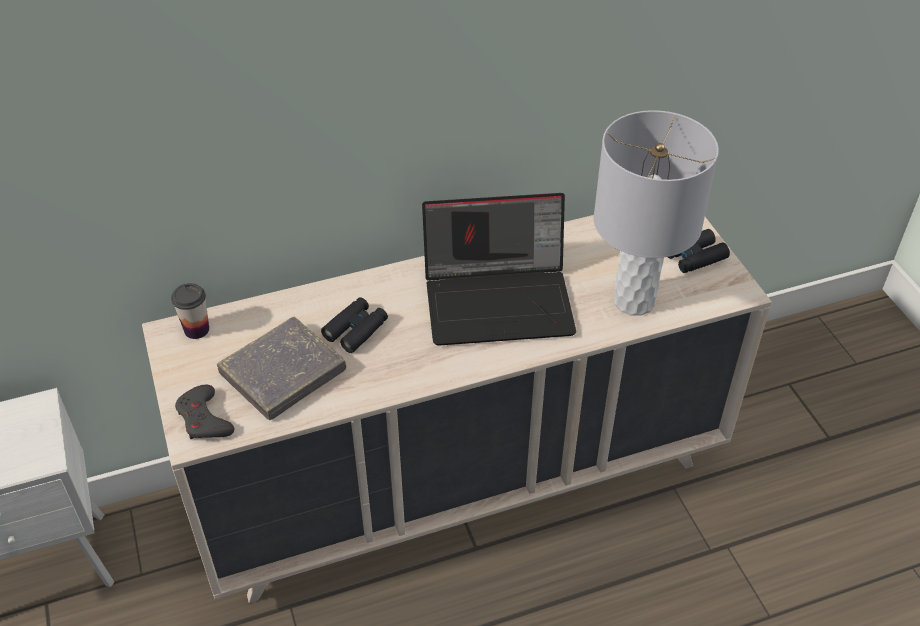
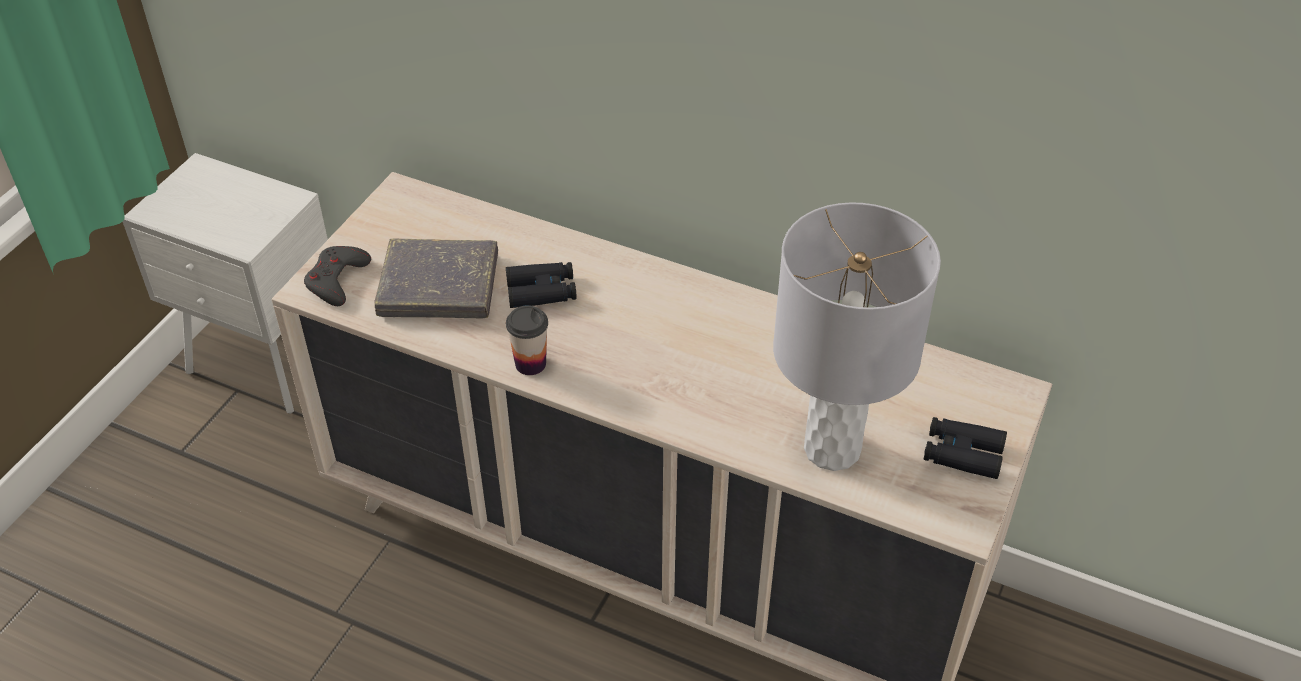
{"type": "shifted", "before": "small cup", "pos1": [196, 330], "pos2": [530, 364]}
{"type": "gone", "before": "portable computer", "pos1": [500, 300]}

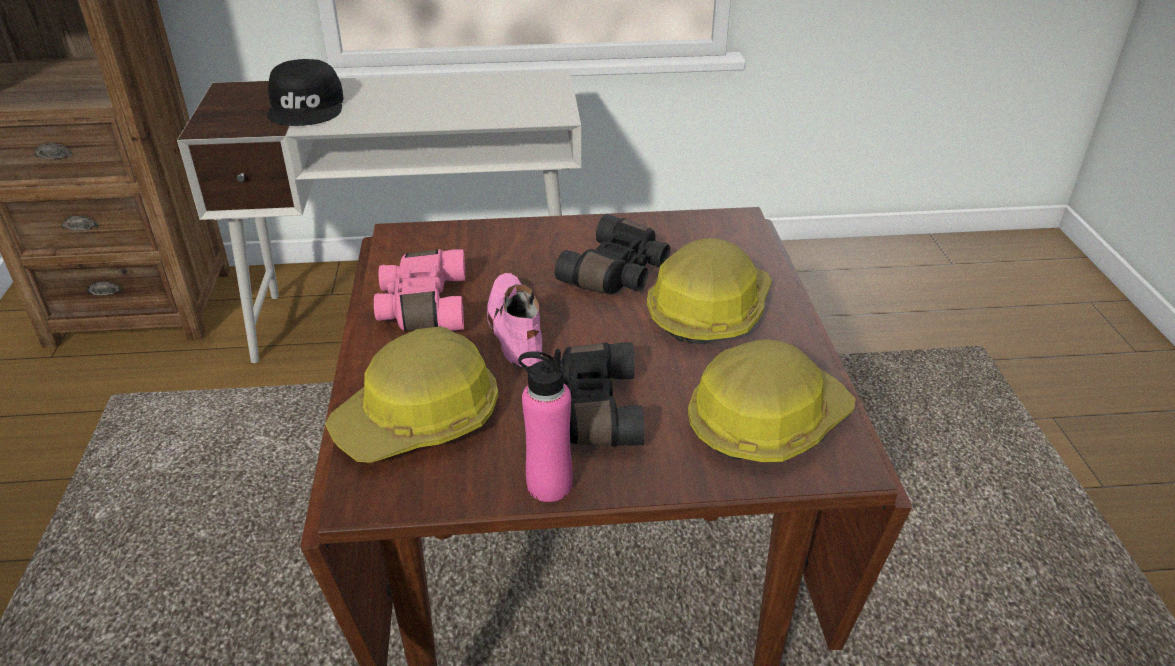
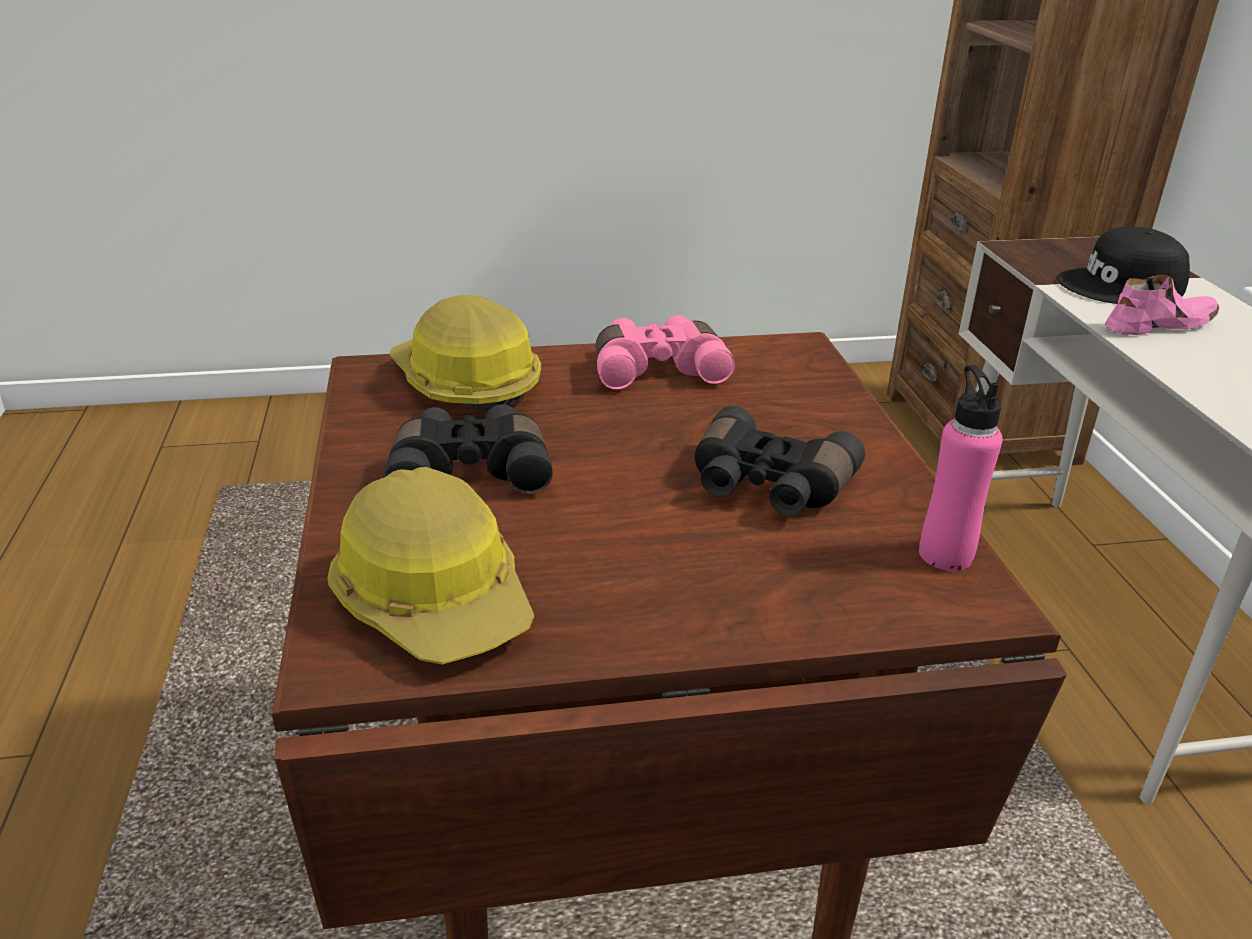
{"type": "shifted", "before": "pinkish bottle", "pos1": [549, 485], "pos2": [945, 554]}
{"type": "shifted", "before": "pinkish low shoe", "pos1": [514, 328], "pos2": [1157, 325]}
{"type": "gone", "before": "hard hat", "pos1": [708, 310]}

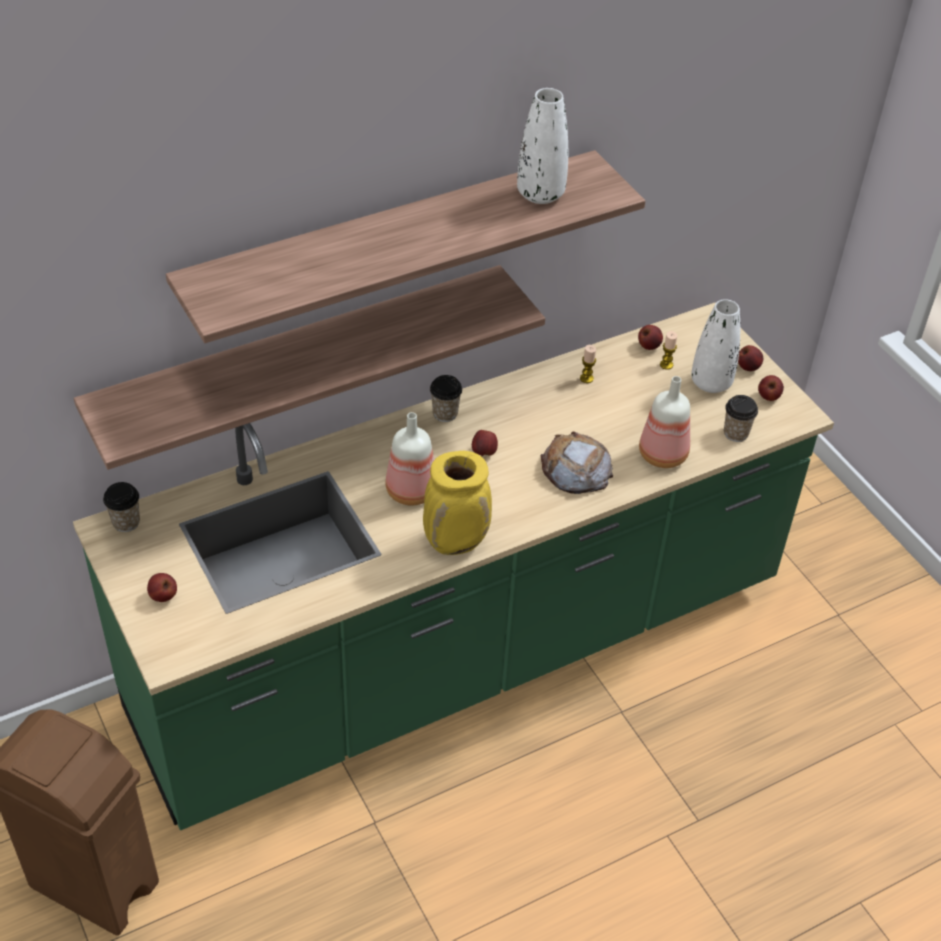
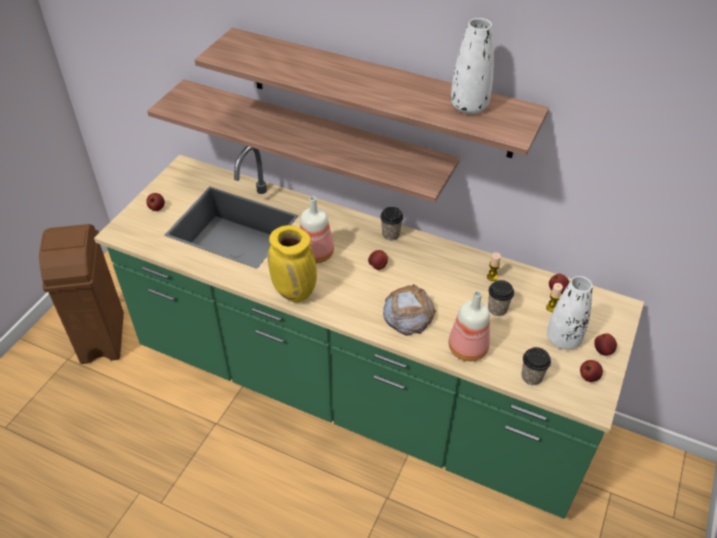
{"type": "shifted", "before": "small cup", "pos1": [126, 522], "pos2": [497, 309]}

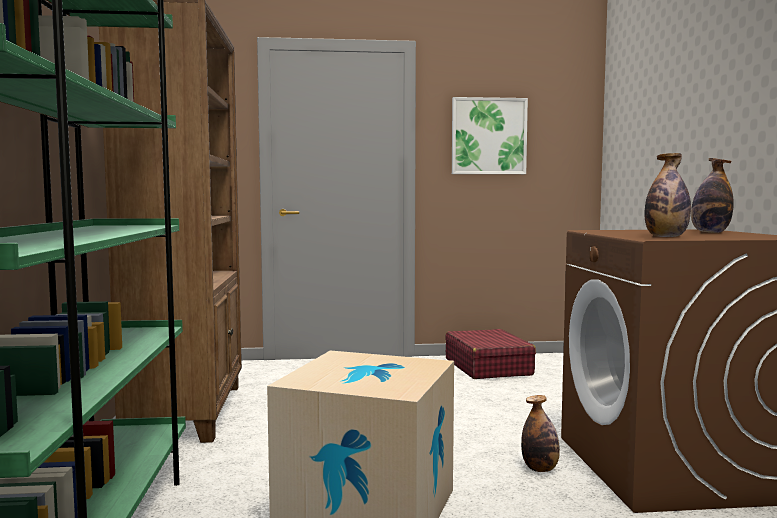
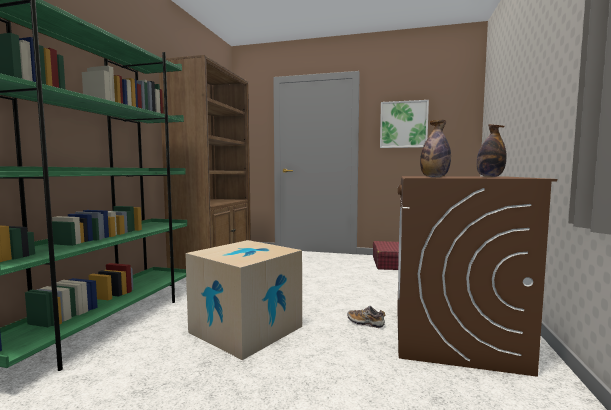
{"type": "swapped", "before": "bottle", "after": "low shoe", "pos1": [540, 469], "pos2": [365, 323]}

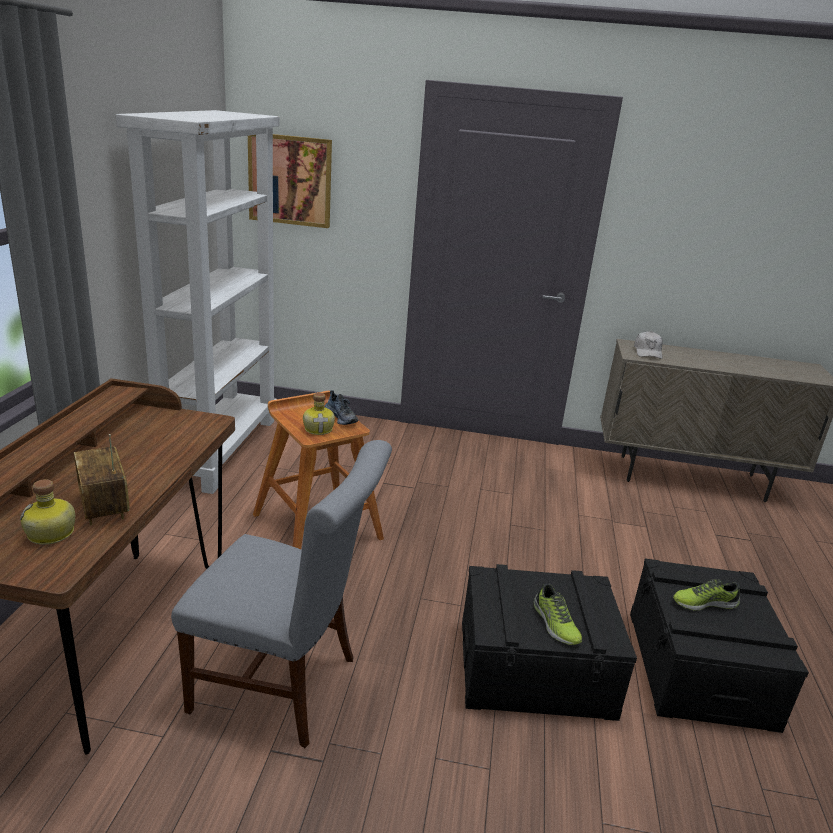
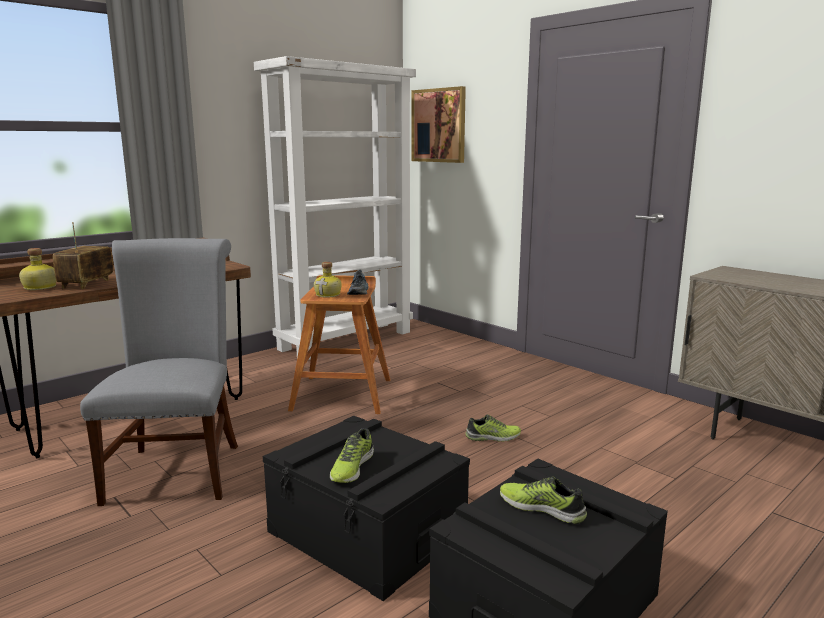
{"type": "rotated", "before": "gray chair", "pos1": [285, 685], "pos2": [177, 468], "turn": -150}
{"type": "new", "after": "low shoe", "pos2": [493, 437]}
{"type": "gone", "before": "whitish peaked cap", "pos1": [647, 352]}

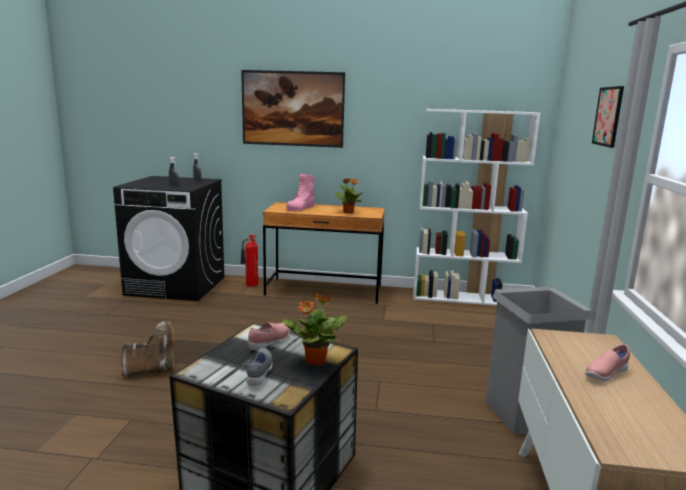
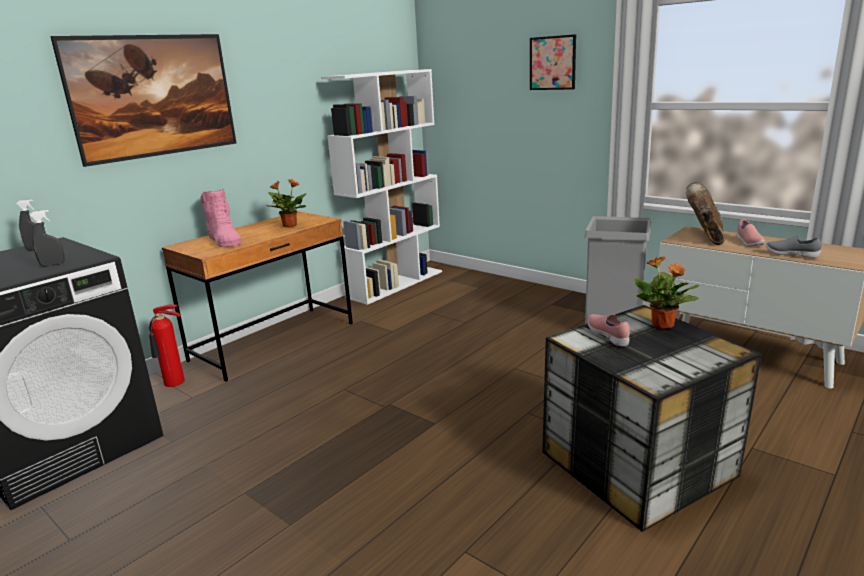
{"type": "shifted", "before": "brown-coloured high-top boot", "pos1": [152, 370], "pos2": [705, 237]}
{"type": "shifted", "before": "gray low shoe", "pos1": [260, 373], "pos2": [791, 255]}

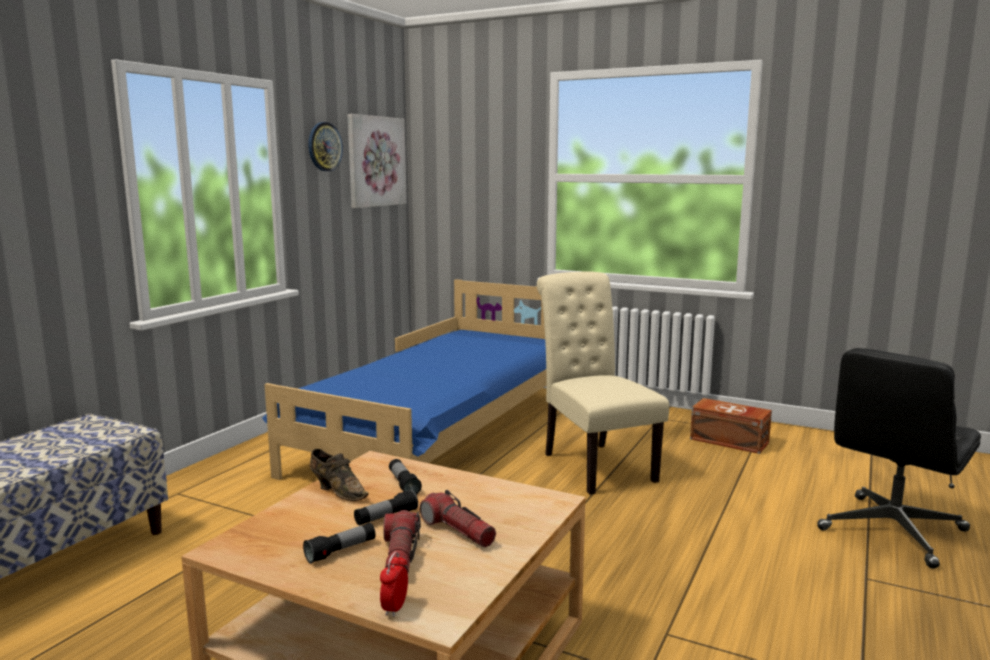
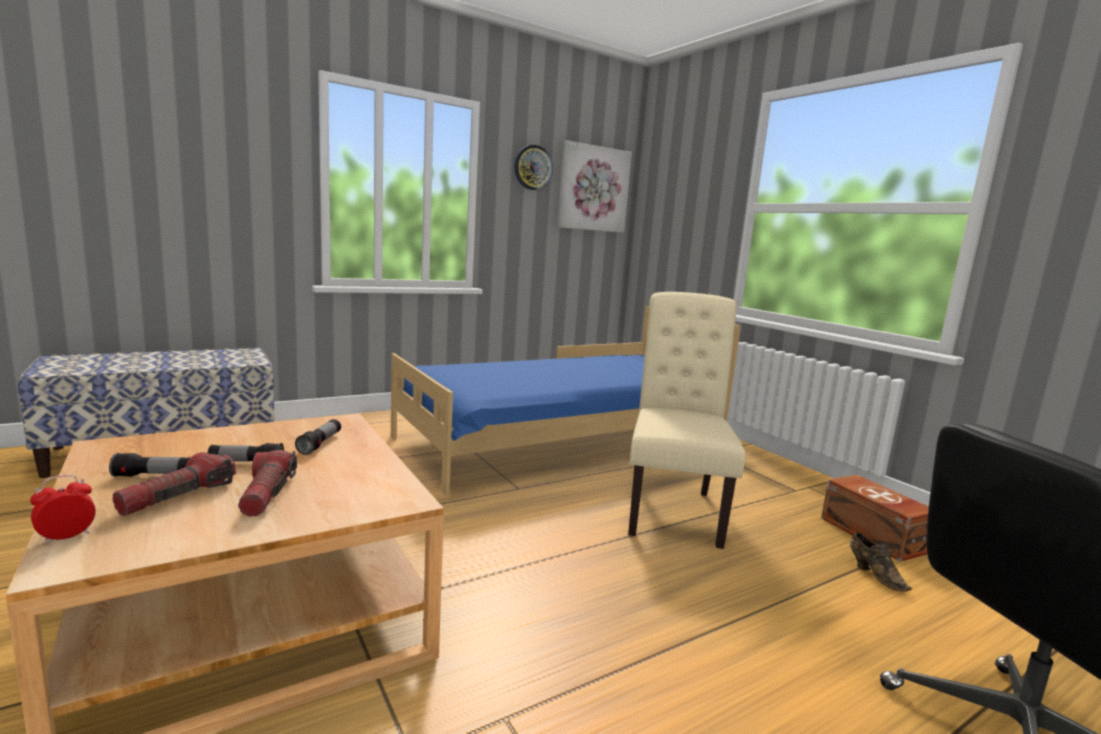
{"type": "shifted", "before": "brown-coloured low shoe", "pos1": [338, 491], "pos2": [875, 574]}

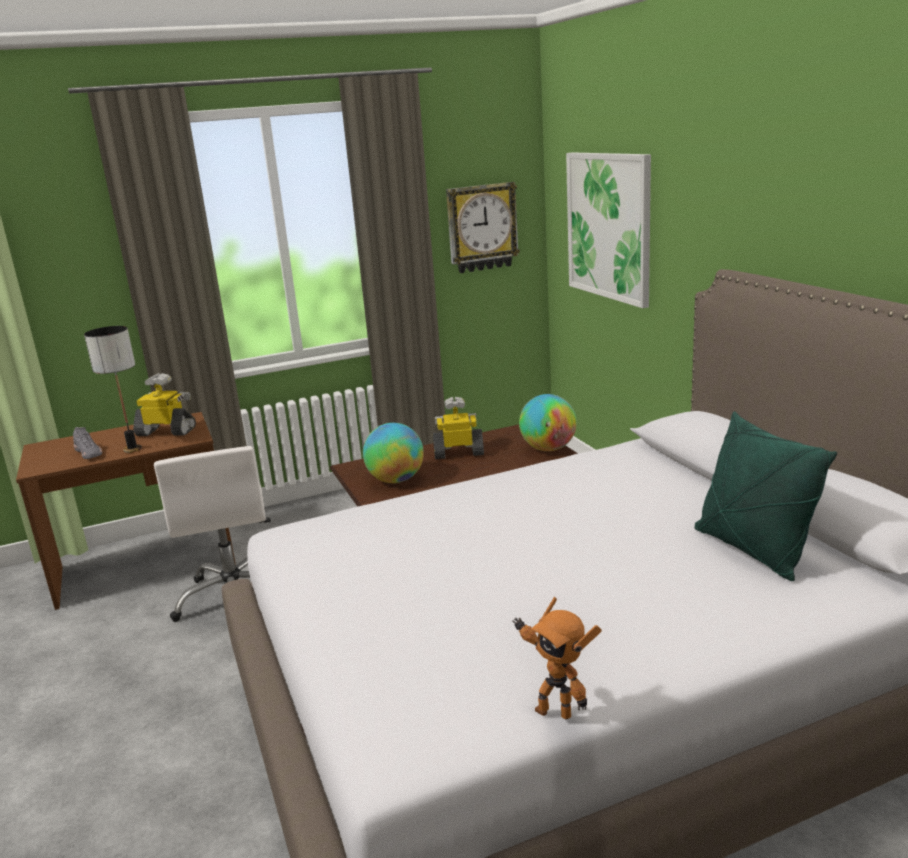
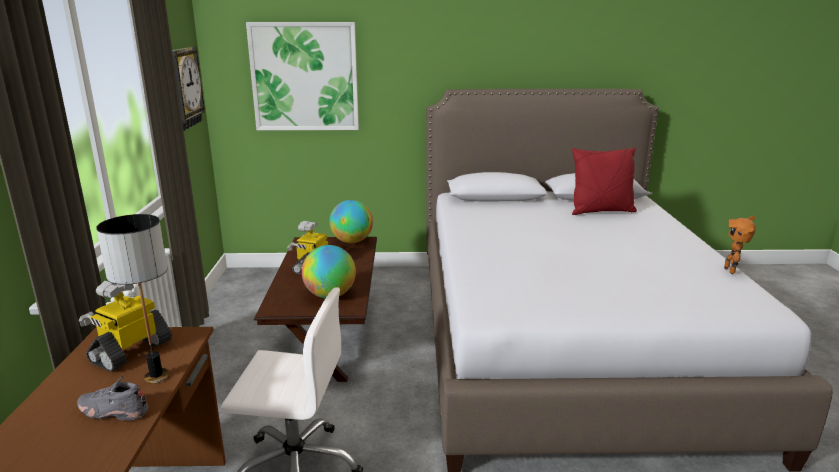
{"type": "rotated", "before": "gray low shoe", "pos1": [89, 453], "pos2": [112, 411], "turn": -150}
{"type": "repainted", "before": "green throw pillow", "after": "red-coloured throw pillow", "pos1": [752, 550], "pos2": [601, 211]}
{"type": "rotated", "before": "toy robot", "pos1": [555, 710], "pos2": [731, 270], "turn": 135}

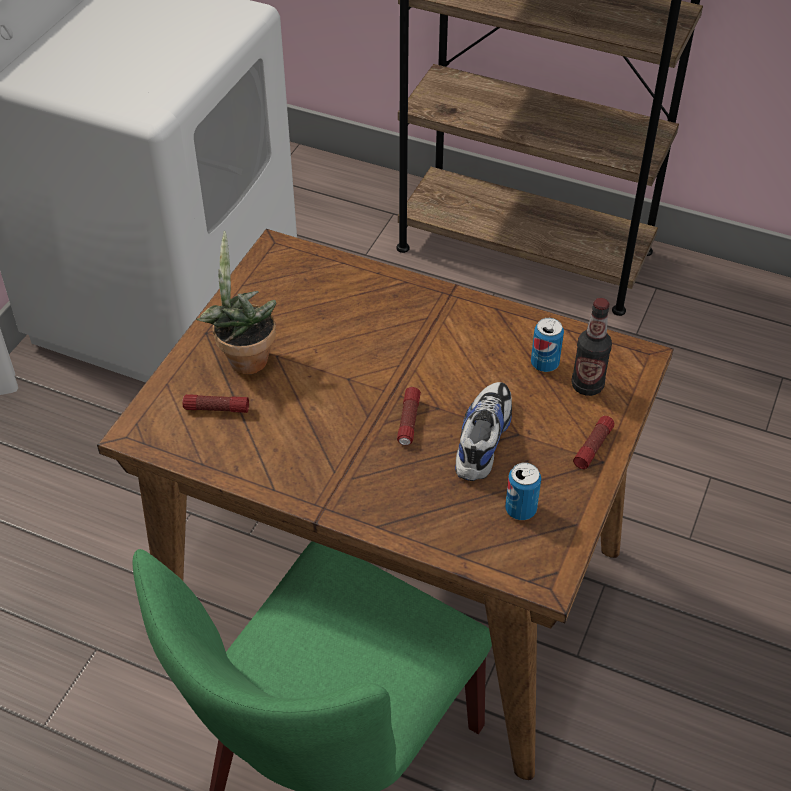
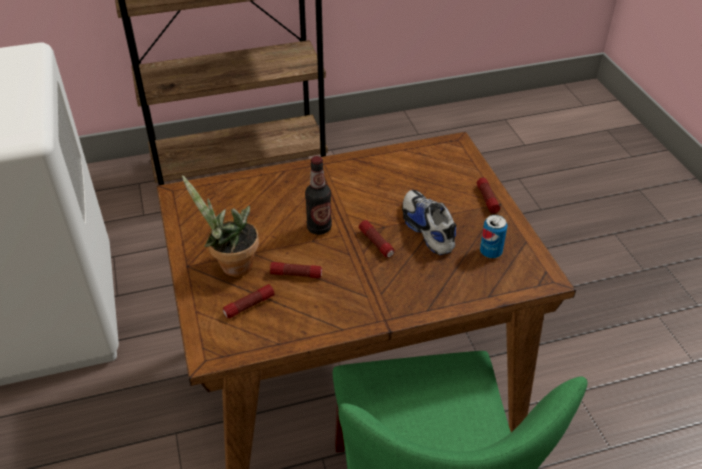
{"type": "new", "after": "hand torch", "pos2": [296, 274]}
{"type": "shifted", "before": "bottle", "pos1": [587, 385], "pos2": [319, 228]}
{"type": "gone", "before": "metal can", "pos1": [544, 363]}

